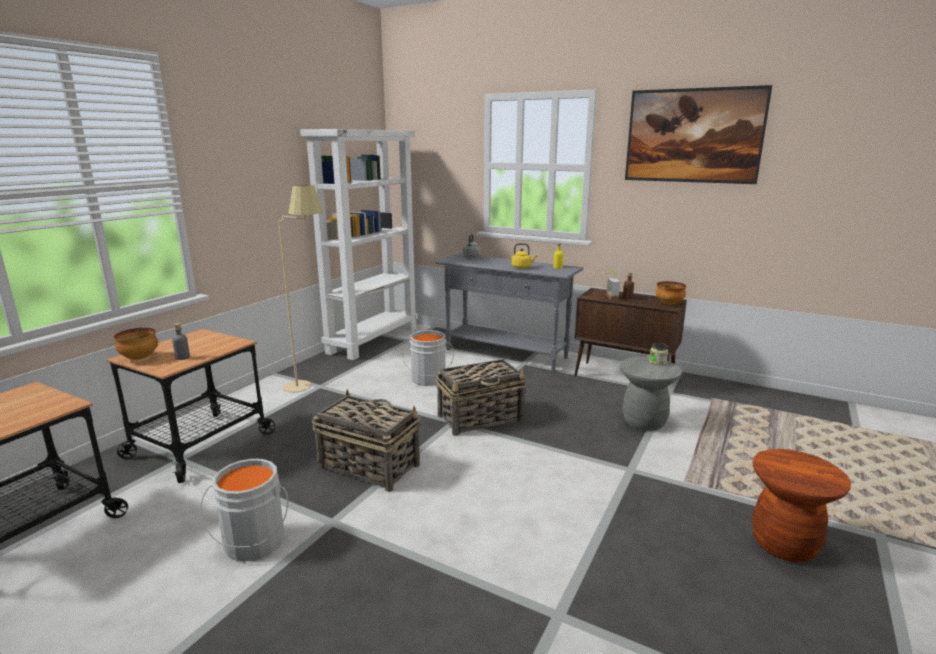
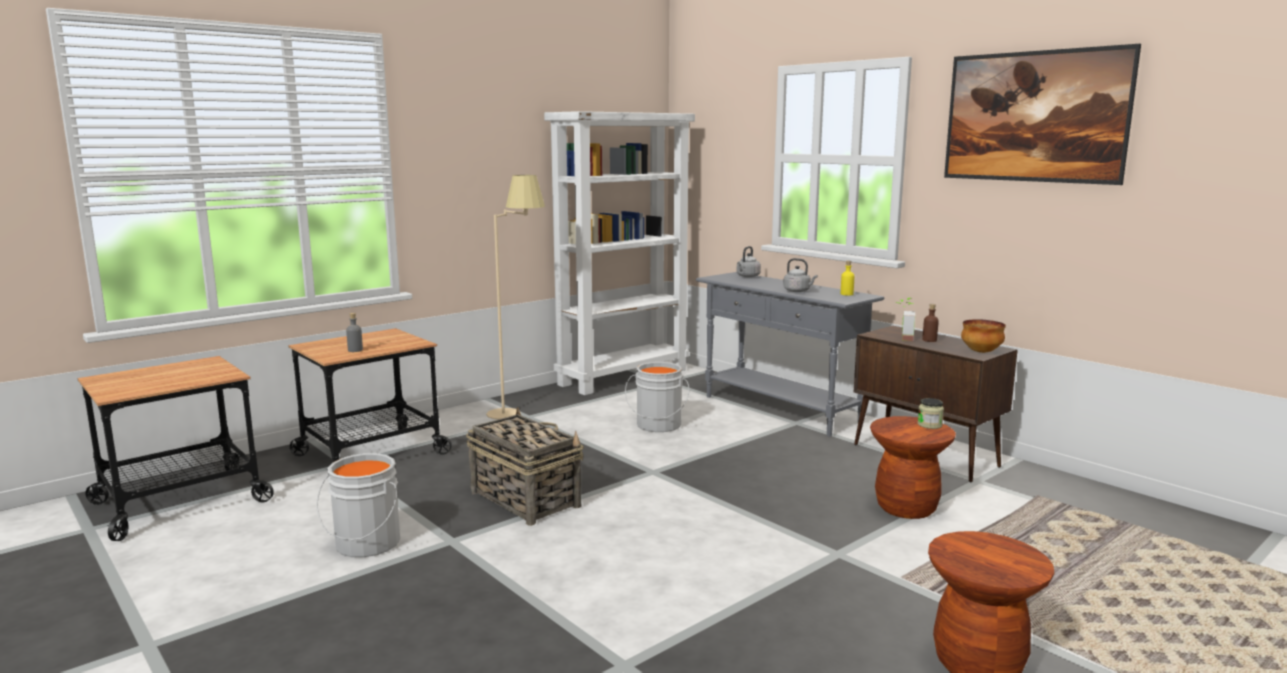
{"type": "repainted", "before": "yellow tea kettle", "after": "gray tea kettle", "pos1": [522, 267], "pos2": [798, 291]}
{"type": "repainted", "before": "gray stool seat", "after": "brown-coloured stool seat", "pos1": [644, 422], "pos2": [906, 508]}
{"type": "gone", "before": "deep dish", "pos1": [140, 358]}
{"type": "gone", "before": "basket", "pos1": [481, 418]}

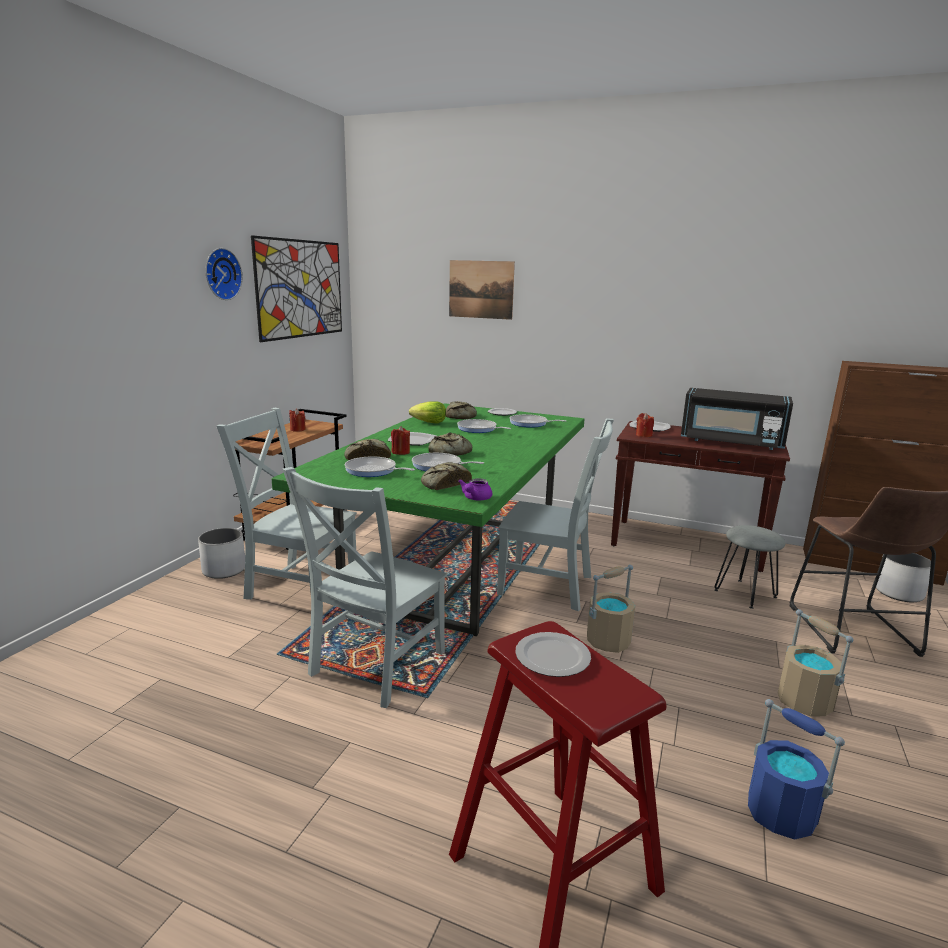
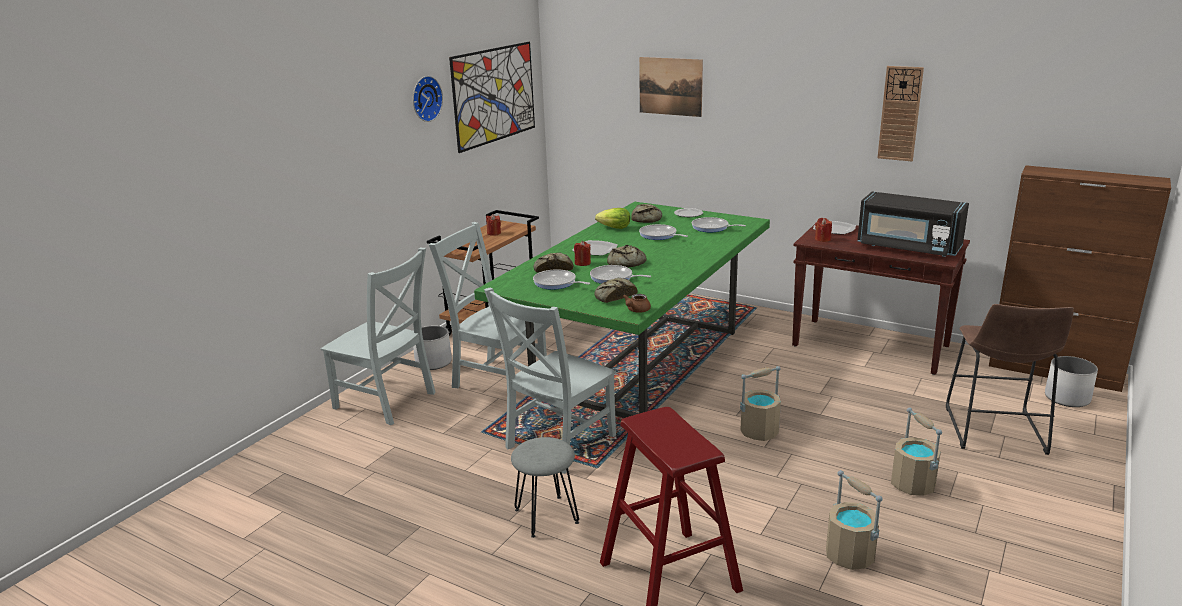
{"type": "shifted", "before": "gray chair", "pos1": [550, 587], "pos2": [387, 402]}
{"type": "shifted", "before": "gray stool seat", "pos1": [745, 593], "pos2": [547, 516]}
{"type": "repainted", "before": "purple tea pot", "after": "brown-coloured tea pot", "pos1": [475, 498], "pos2": [636, 310]}
{"type": "repainted", "before": "blue-coloured pail", "after": "beige-coloured pail", "pos1": [781, 814], "pos2": [850, 555]}
{"type": "new", "after": "hanging clock", "pos2": [900, 113]}
{"type": "gone", "before": "plate", "pos1": [553, 656]}

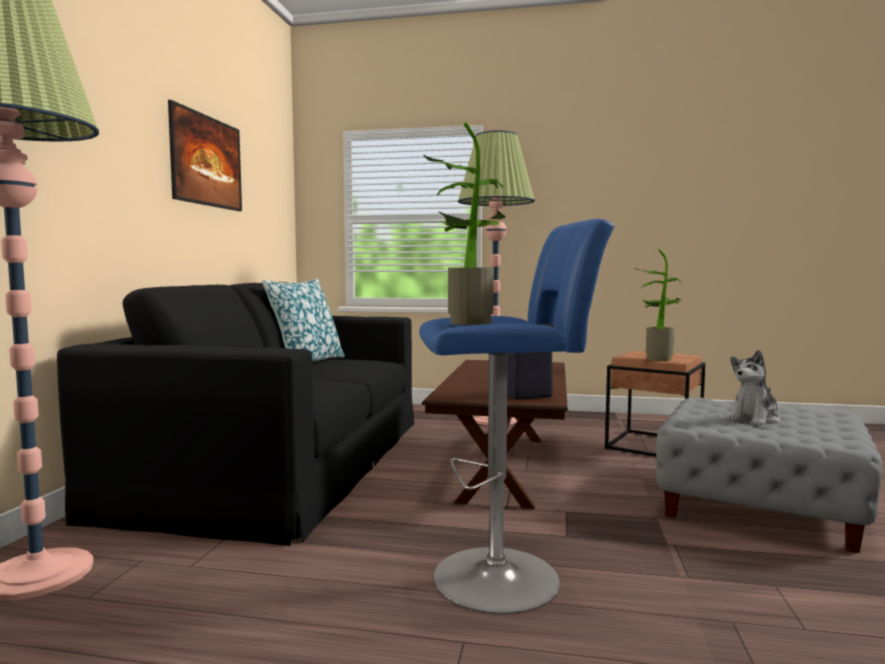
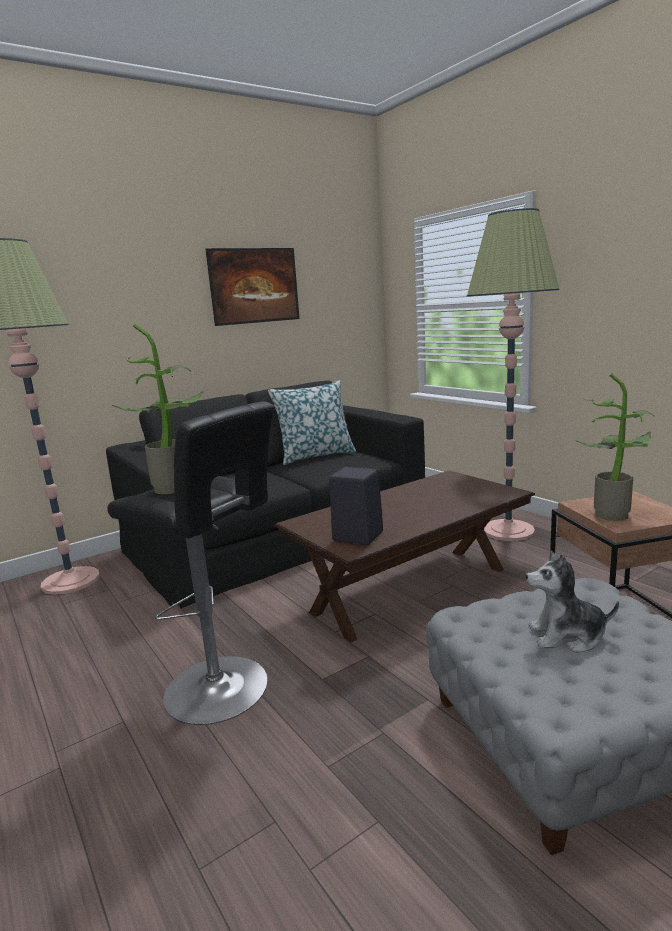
{"type": "repainted", "before": "blue-coloured stool seat", "after": "blackish stool seat", "pos1": [505, 576], "pos2": [222, 690]}

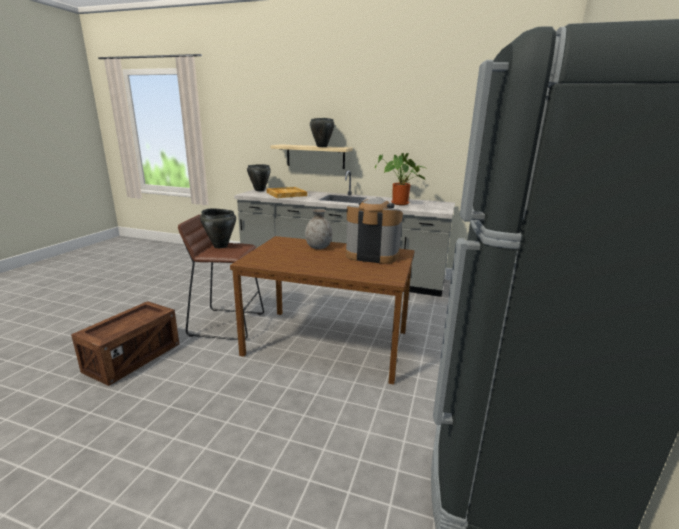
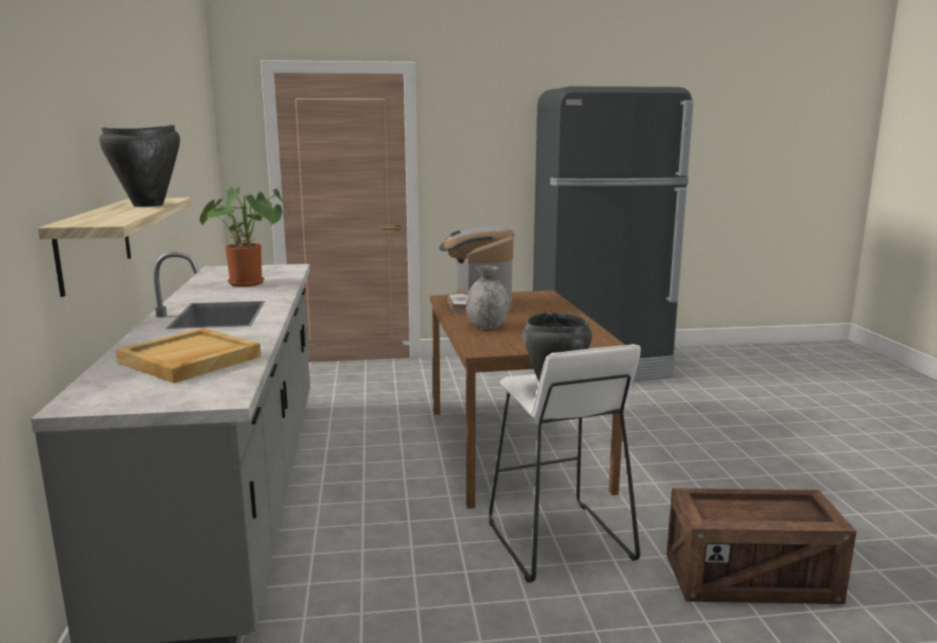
{"type": "repainted", "before": "brown-coloured stool seat", "after": "whitish stool seat", "pos1": [227, 324], "pos2": [558, 542]}
{"type": "gone", "before": "blackish saucepot", "pos1": [259, 190]}

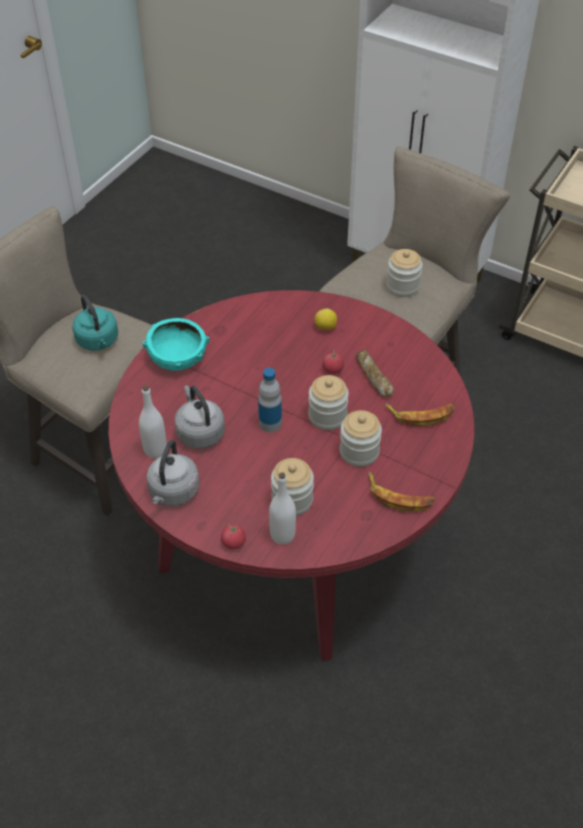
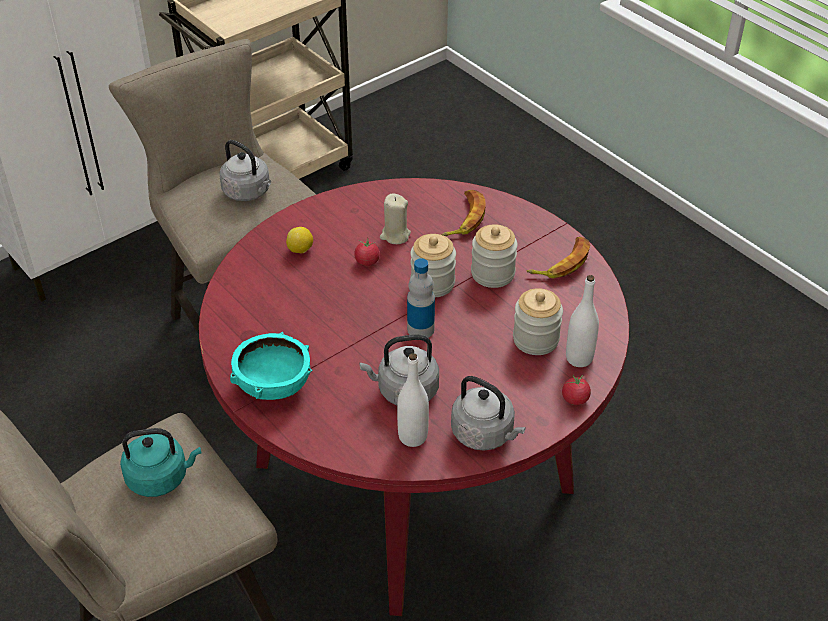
{"type": "swapped", "before": "preserve jar", "after": "gray tea kettle", "pos1": [402, 286], "pos2": [248, 192]}
{"type": "swapped", "before": "bakery bread", "after": "beige-coloured wax candle", "pos1": [373, 377], "pos2": [395, 235]}

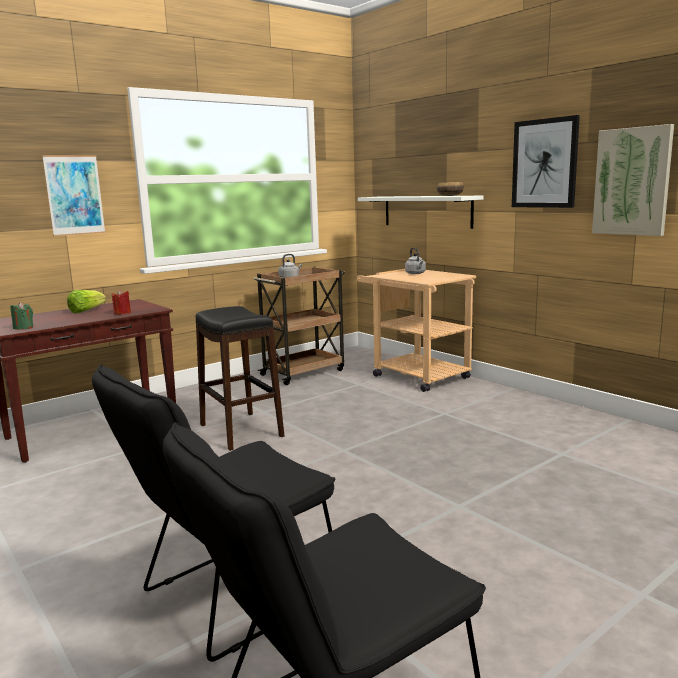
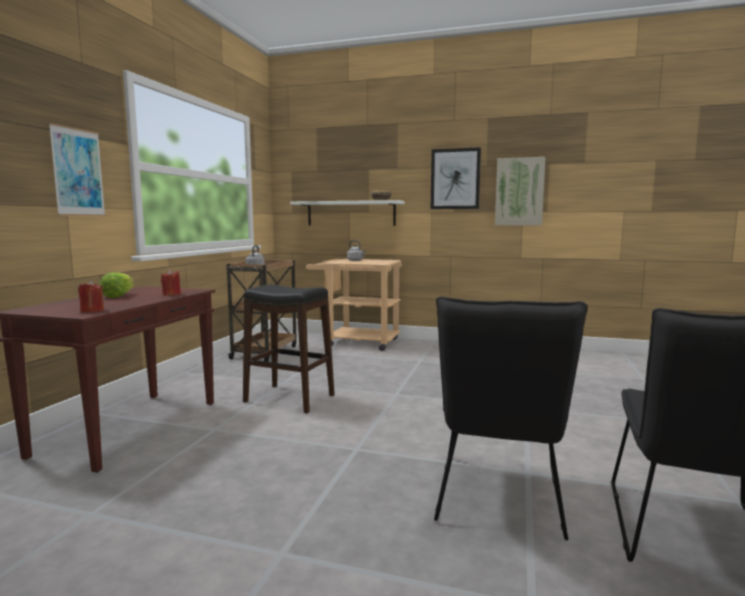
{"type": "repainted", "before": "green wax candle", "after": "red-coloured wax candle", "pos1": [23, 327], "pos2": [92, 311]}

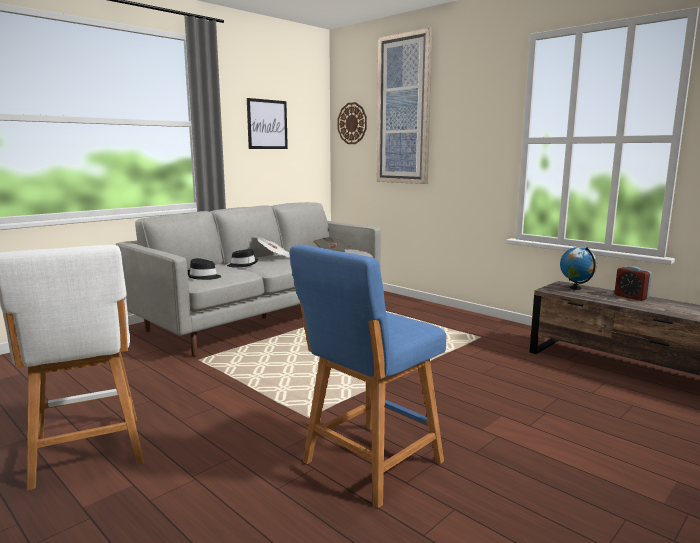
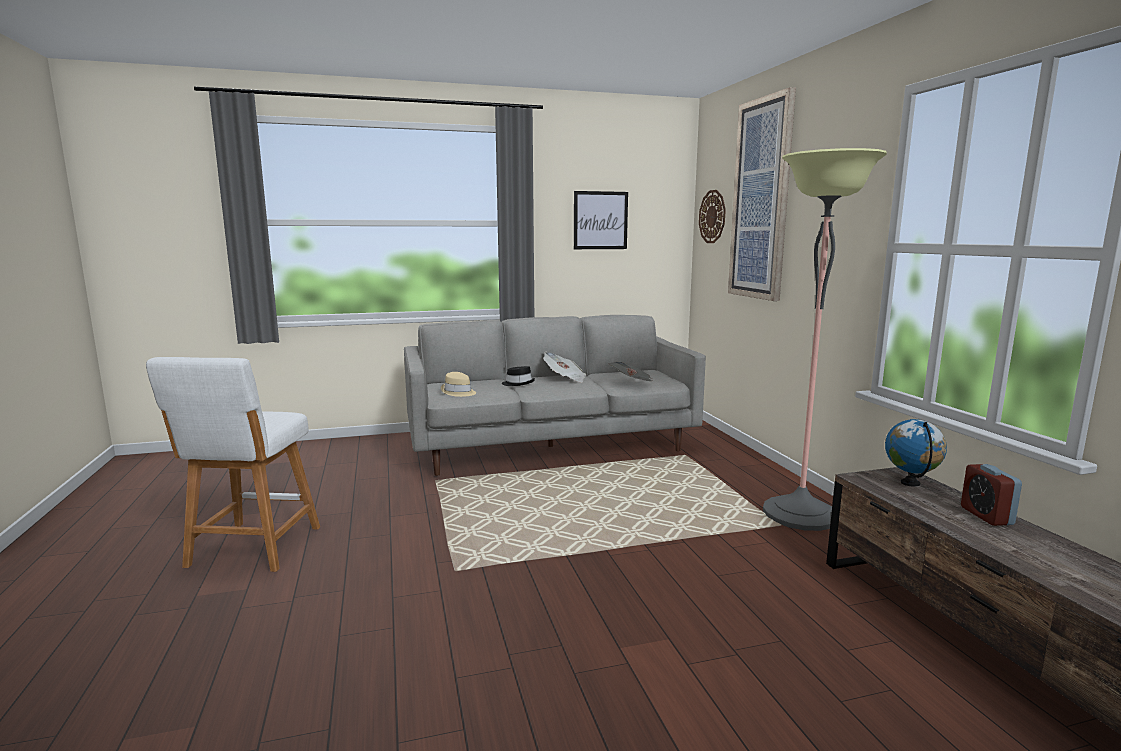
{"type": "repainted", "before": "blackish wearable hat", "after": "beige-coloured wearable hat", "pos1": [203, 276], "pos2": [458, 392]}
{"type": "new", "after": "floor lamp", "pos2": [800, 514]}
{"type": "gone", "before": "blue-coloured stool seat", "pos1": [368, 464]}

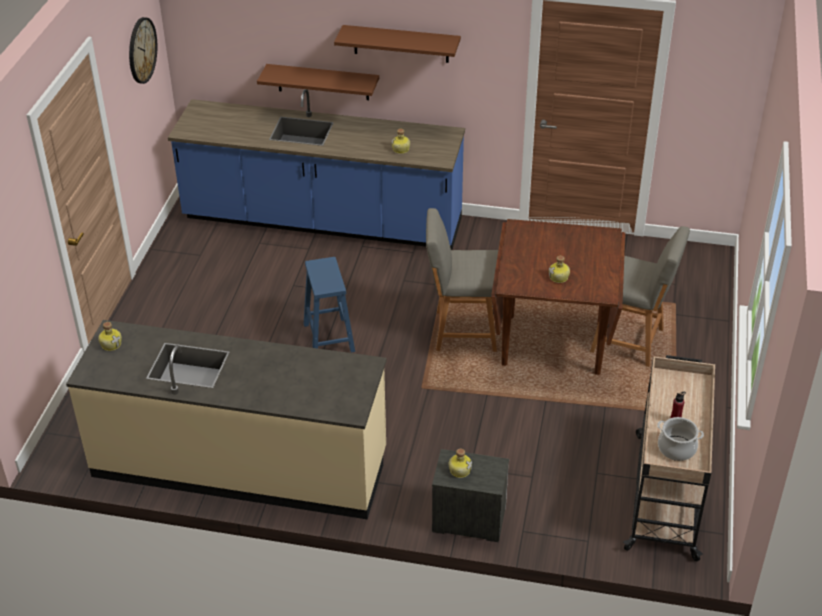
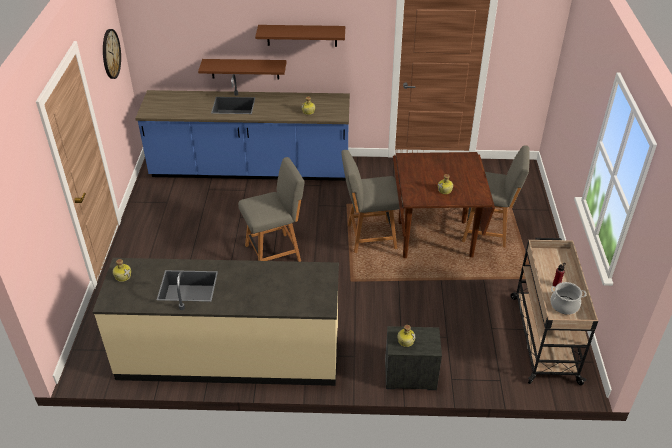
{"type": "swapped", "before": "blue-coloured stool seat", "after": "gray chair", "pos1": [329, 338], "pos2": [275, 252]}

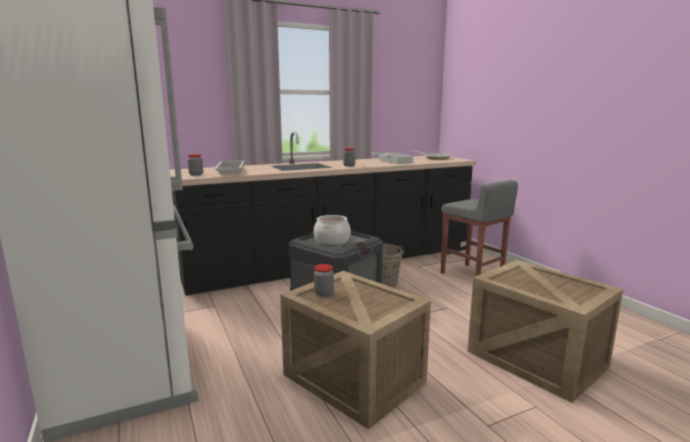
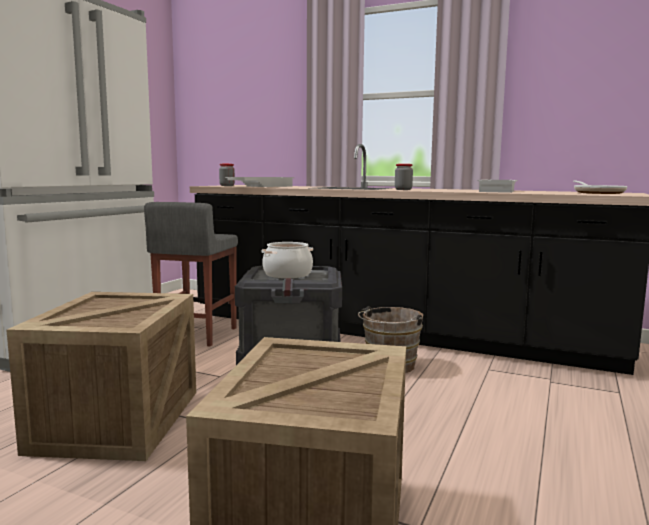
{"type": "shifted", "before": "gray stool seat", "pos1": [472, 275], "pos2": [196, 335]}
{"type": "gone", "before": "preserve jar", "pos1": [324, 293]}

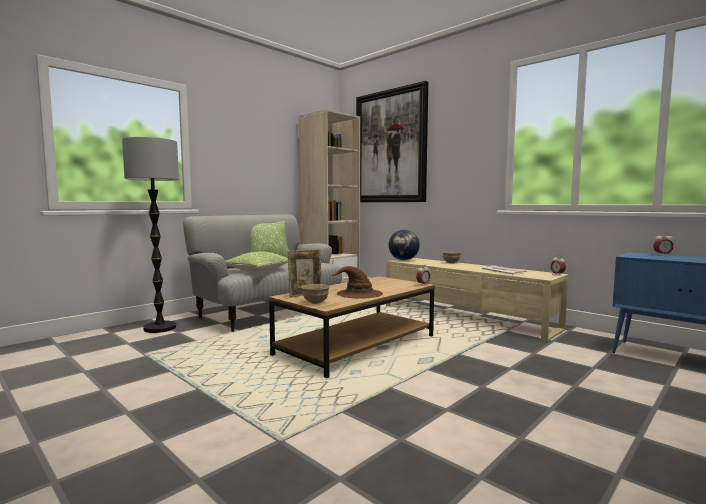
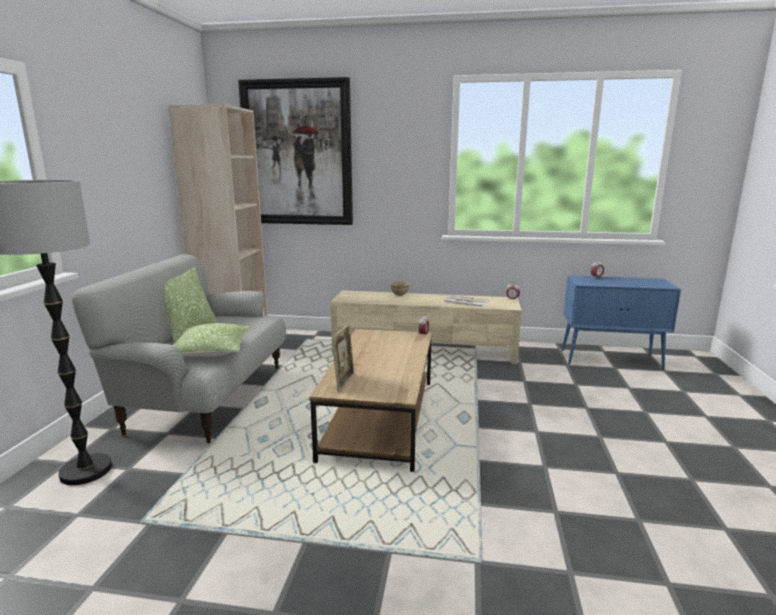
{"type": "gone", "before": "beige-coloured deep dish", "pos1": [315, 302]}
{"type": "gone", "before": "brown-coloured wearable hat", "pos1": [359, 293]}
{"type": "gone", "before": "globe", "pos1": [404, 260]}

